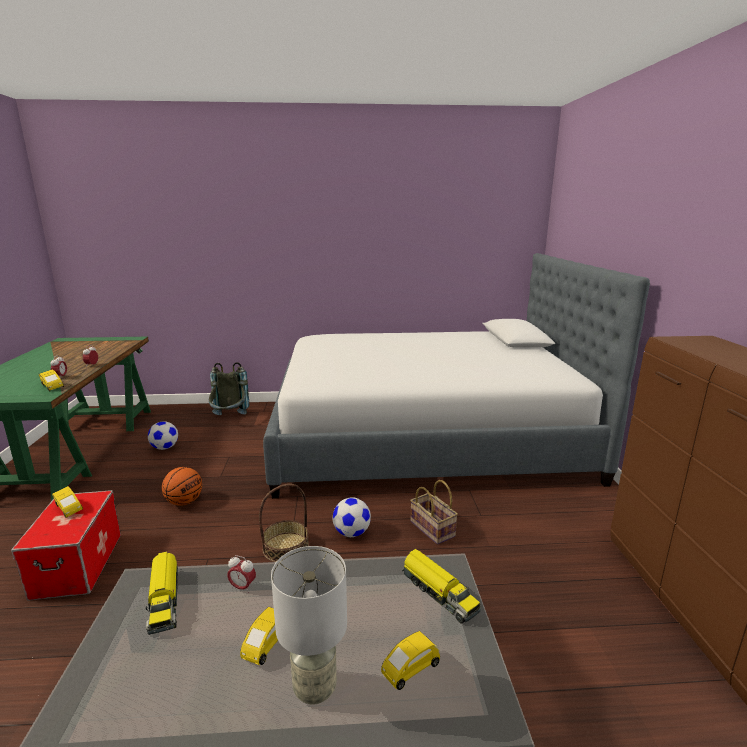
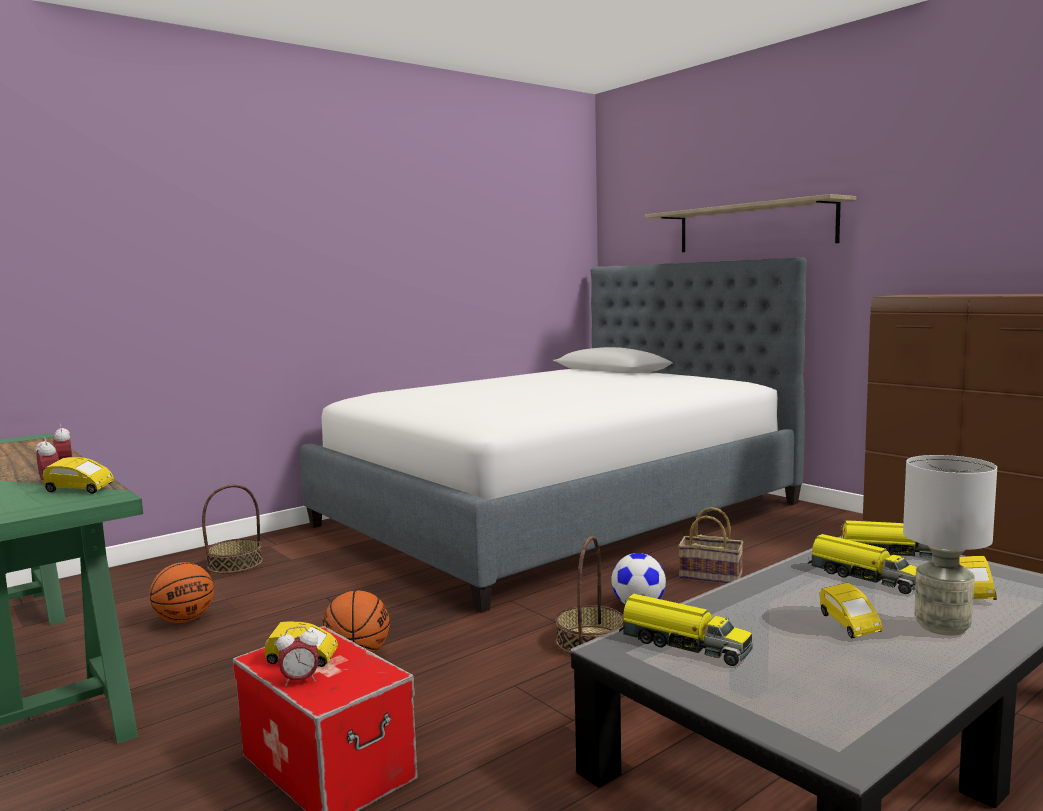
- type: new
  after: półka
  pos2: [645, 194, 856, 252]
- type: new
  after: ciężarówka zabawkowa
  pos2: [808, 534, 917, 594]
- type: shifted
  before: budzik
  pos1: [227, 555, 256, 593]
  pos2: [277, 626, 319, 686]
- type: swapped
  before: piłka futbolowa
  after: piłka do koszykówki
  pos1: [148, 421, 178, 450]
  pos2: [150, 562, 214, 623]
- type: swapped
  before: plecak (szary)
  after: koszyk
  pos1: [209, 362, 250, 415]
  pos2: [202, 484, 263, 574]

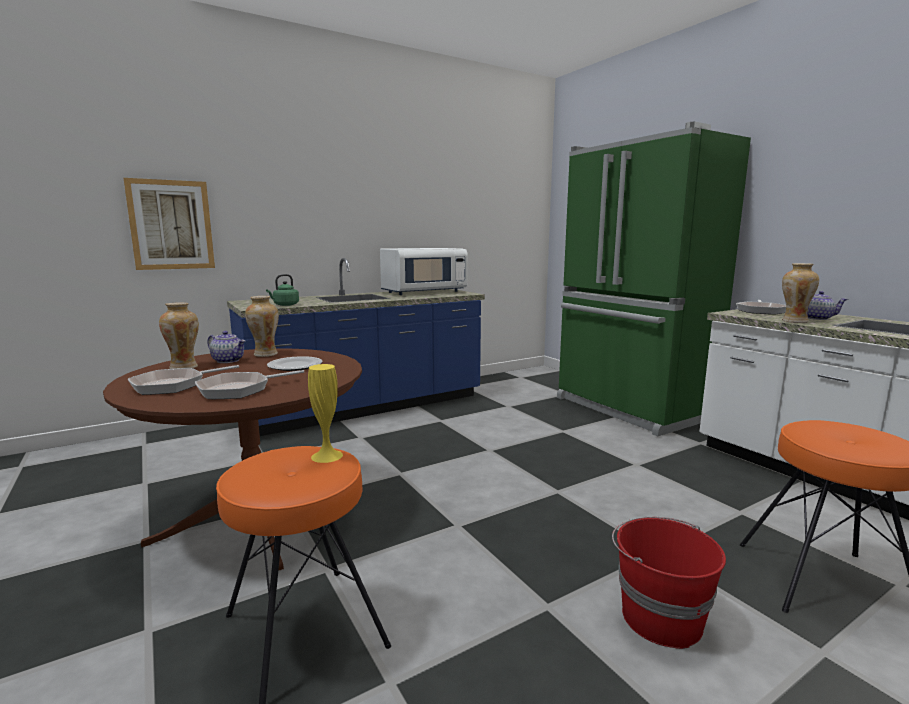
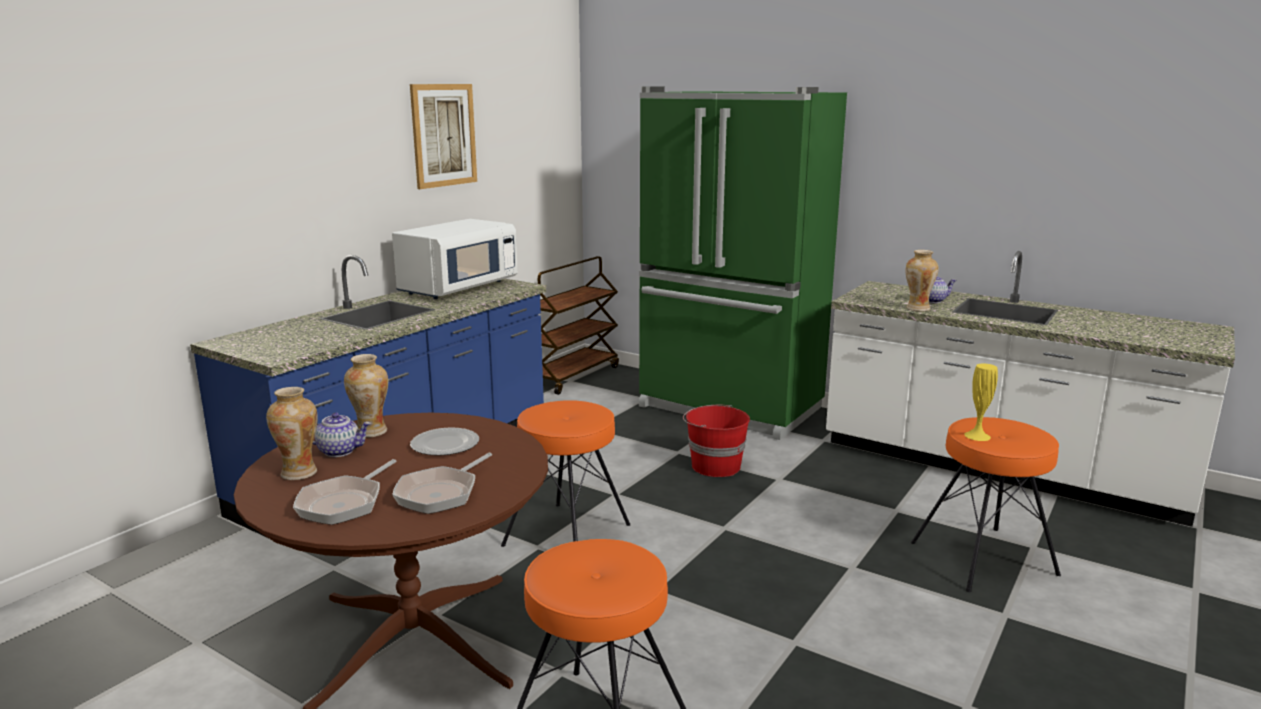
- type: gone
  before: czajnik (zielony)
  pos1: [266, 274, 299, 306]
- type: gone
  before: patelnia
  pos1: [736, 300, 786, 315]
- type: new
  after: stołek (pomarańczowy)
  pos2: [501, 400, 630, 547]
- type: new
  after: wózek (brązowy)
  pos2: [538, 256, 619, 395]
- type: shifted
  before: obraz
  pos1: [123, 178, 215, 270]
  pos2: [410, 84, 477, 189]
- type: shifted
  before: wazon (żółty)
  pos1: [308, 364, 343, 463]
  pos2: [964, 363, 998, 441]
- type: shifted
  before: wiadro (czerwony)
  pos1: [612, 517, 726, 649]
  pos2: [683, 405, 750, 477]

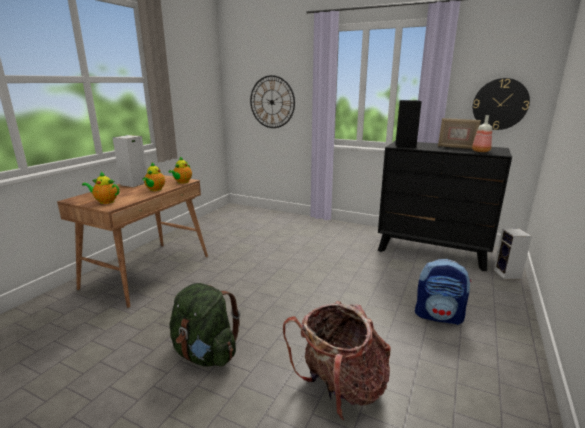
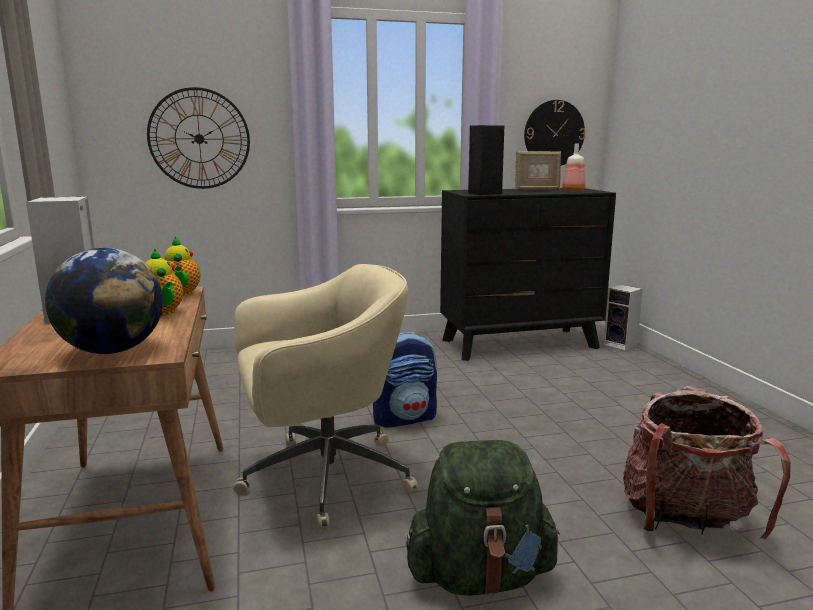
- type: new
  after: krzesło biurowe (beżowy)
  pos2: [233, 264, 418, 531]
- type: shifted
  before: plecak
  pos1: [415, 259, 471, 325]
  pos2: [373, 332, 437, 428]
- type: swapped
  before: imbryk
  after: globus
  pos1: [82, 172, 119, 204]
  pos2: [45, 248, 163, 354]

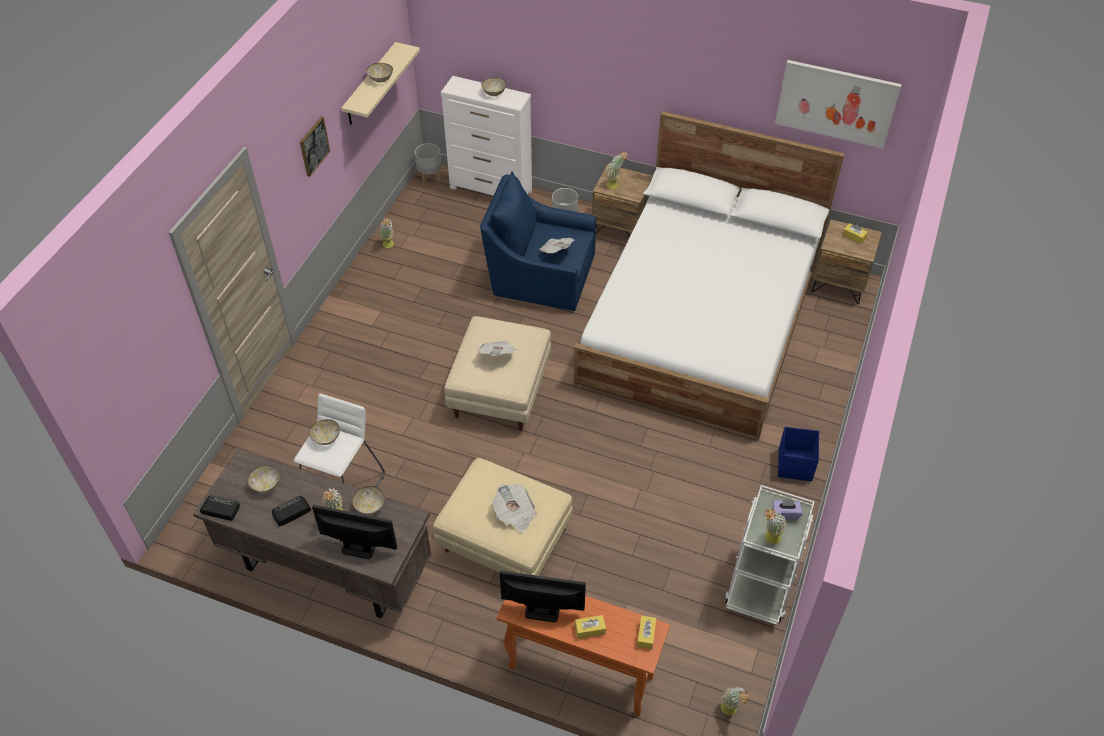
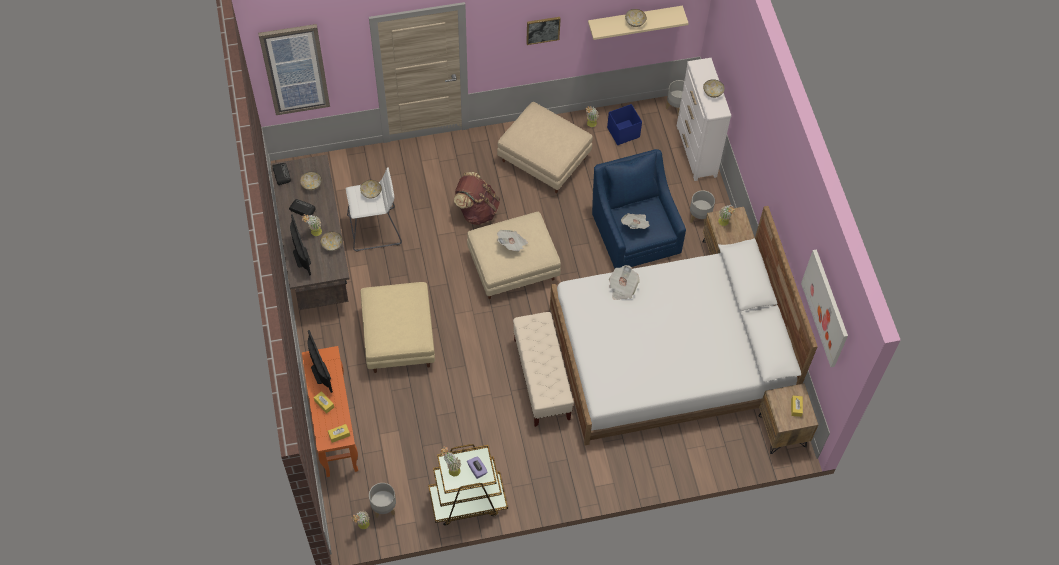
- type: new
  after: obraz
  pos2: [258, 24, 330, 115]
- type: new
  after: donica (szary)
  pos2: [369, 483, 396, 518]
- type: new
  after: plecak (brązowy)
  pos2: [454, 172, 500, 225]
- type: new
  after: pufa (beżowy)
  pos2: [497, 102, 593, 193]
- type: new
  after: ławka (beżowy)
  pos2: [513, 312, 574, 427]
- type: shifted
  before: gazeta
  pos1: [492, 484, 537, 532]
  pos2: [609, 265, 640, 300]
- type: shifted
  before: pojemnik do przechowywania (niebieski)
  pos1: [778, 427, 819, 481]
  pos2: [607, 104, 642, 145]
- type: repainted
  before: wózek (biały)
  after: wózek (brązowy)
  pos1: [725, 485, 815, 625]
  pos2: [428, 444, 508, 526]

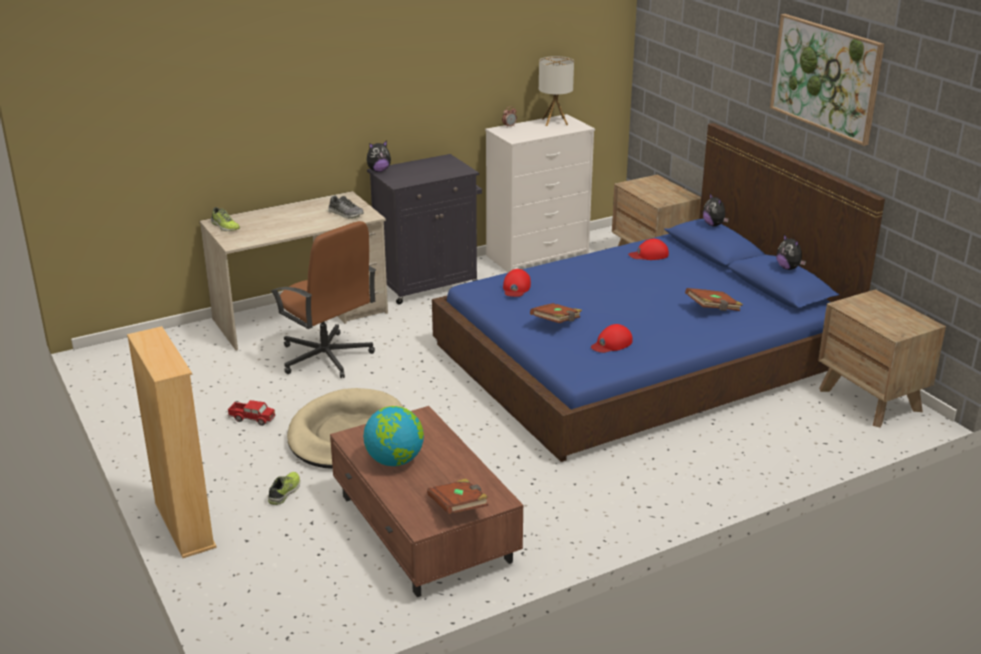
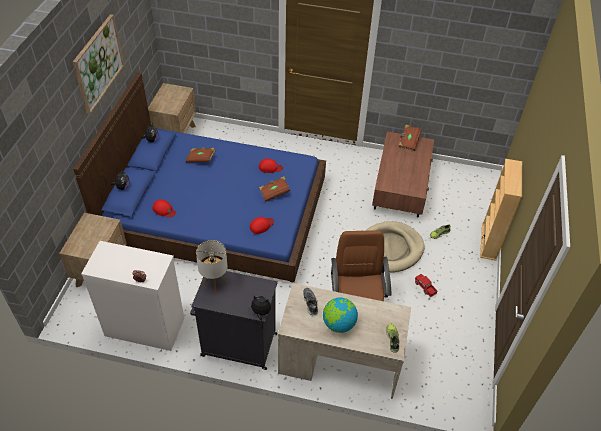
- type: shifted
  before: globus
  pos1: [363, 406, 424, 466]
  pos2: [323, 298, 358, 333]
- type: shifted
  before: lampa stołowa
  pos1: [539, 56, 574, 126]
  pos2: [196, 240, 228, 294]

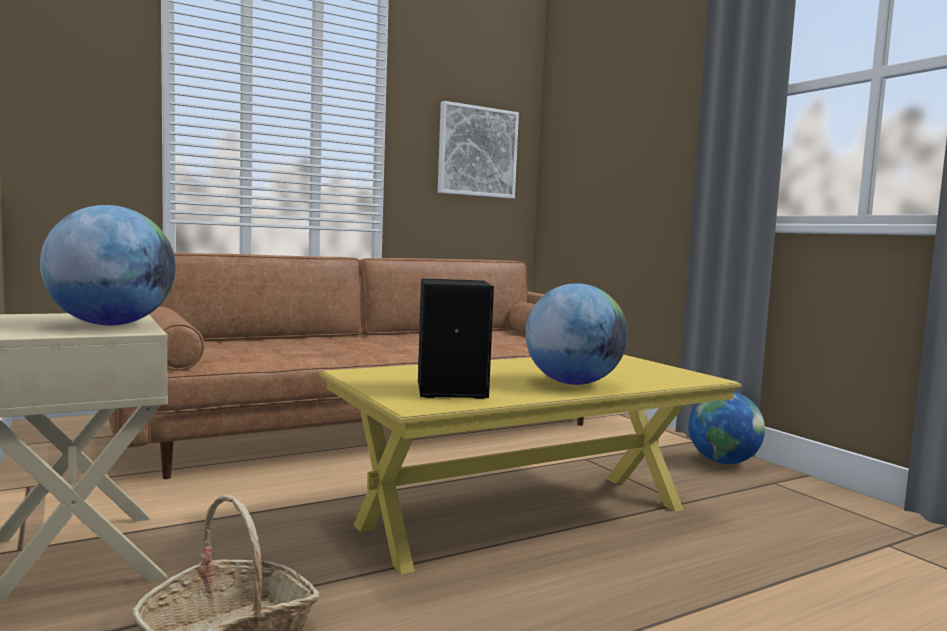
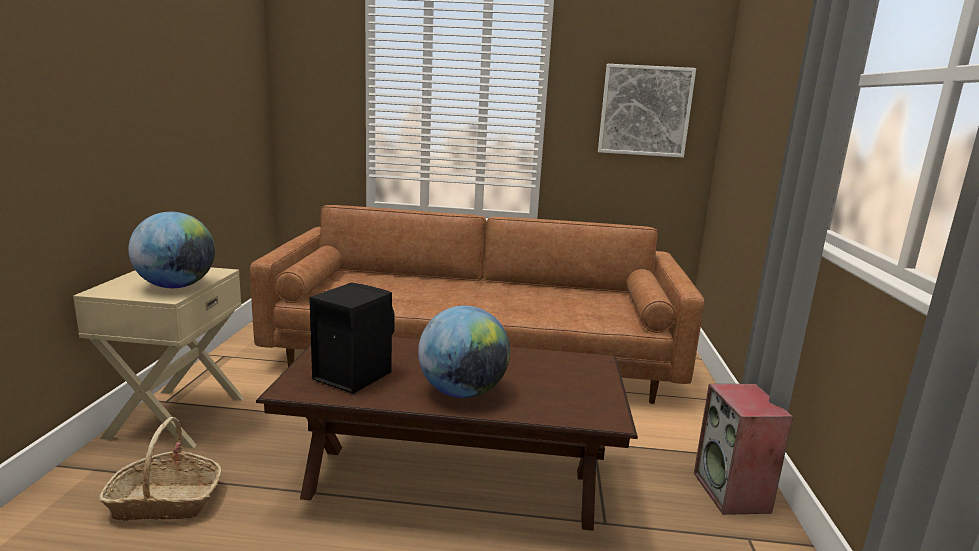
- type: swapped
  before: globus
  after: głośnik
  pos1: [688, 392, 765, 464]
  pos2: [694, 384, 793, 515]
- type: repainted
  before: ława (żółty)
  after: ława (brązowy)
  pos1: [319, 355, 742, 575]
  pos2: [256, 337, 638, 531]

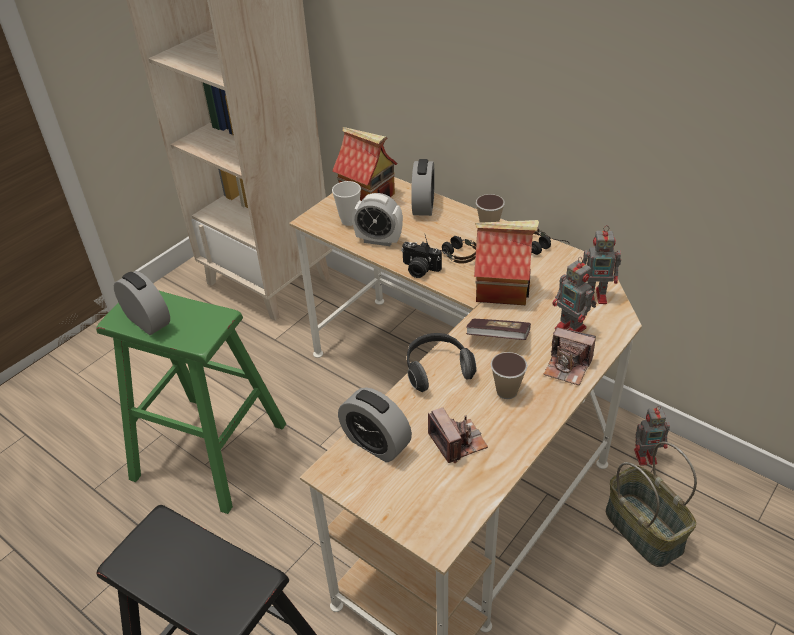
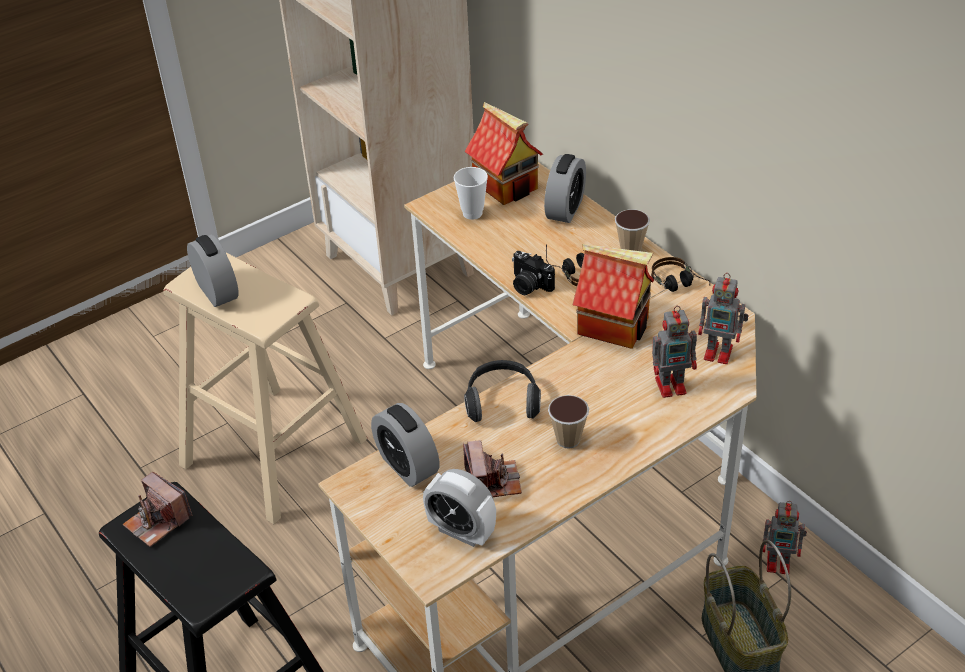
- type: gone
  before: książka
  pos1: [466, 319, 531, 340]
- type: shifted
  before: budzik
  pos1: [352, 193, 403, 246]
  pos2: [423, 469, 496, 547]
- type: shifted
  before: aparat fotograficzny
  pos1: [544, 327, 596, 385]
  pos2: [123, 472, 192, 547]
- type: repainted
  before: stołek (zielony)
  after: stołek (beżowy)
  pos1: [96, 290, 286, 514]
  pos2: [163, 253, 368, 524]
- type: rotated
  before: robot zabawkowy
  pos1: [552, 257, 596, 332]
  pos2: [652, 306, 697, 398]
  turn: -75

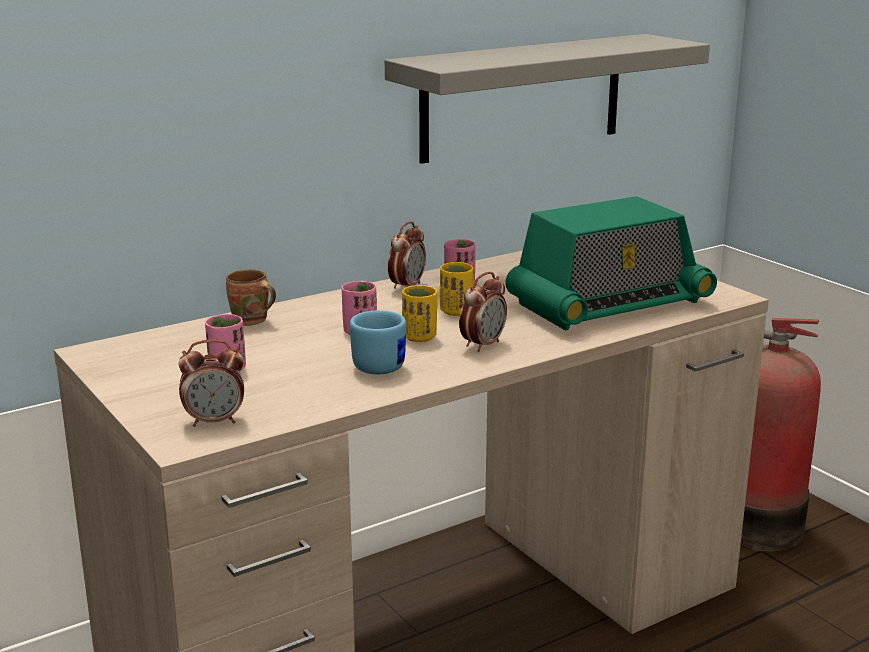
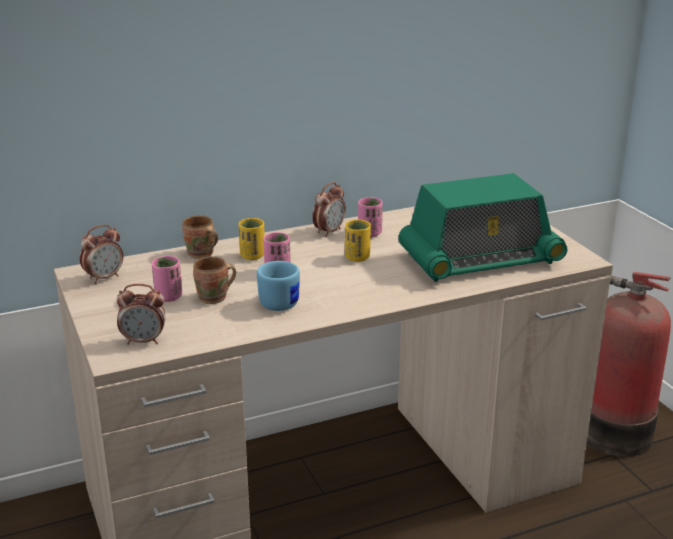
- type: gone
  before: półka (szary)
  pos1: [385, 34, 710, 164]
- type: new
  after: kubek (brązowy)
  pos2: [193, 256, 236, 304]
- type: shifted
  before: filiżanka (żółty)
  pos1: [402, 285, 437, 342]
  pos2: [239, 218, 265, 260]
- type: shifted
  before: budzik
  pos1: [459, 272, 507, 352]
  pos2: [80, 225, 123, 284]

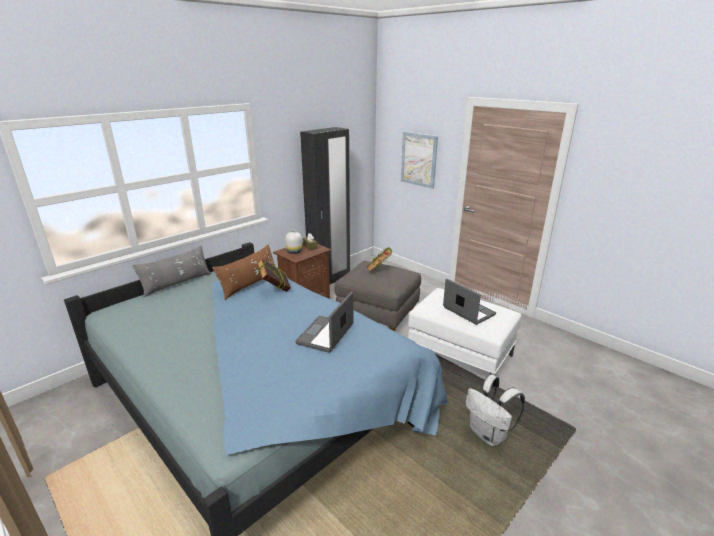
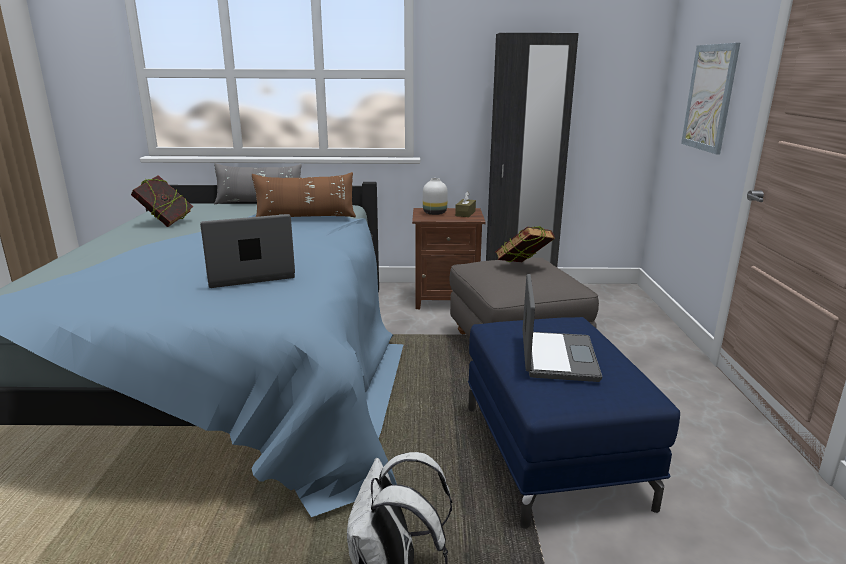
- type: shifted
  before: książka
  pos1: [257, 259, 291, 292]
  pos2: [131, 175, 193, 227]
- type: repainted
  before: pufa (biały)
  after: pufa (niebieski)
  pos1: [408, 288, 521, 388]
  pos2: [468, 317, 680, 529]

